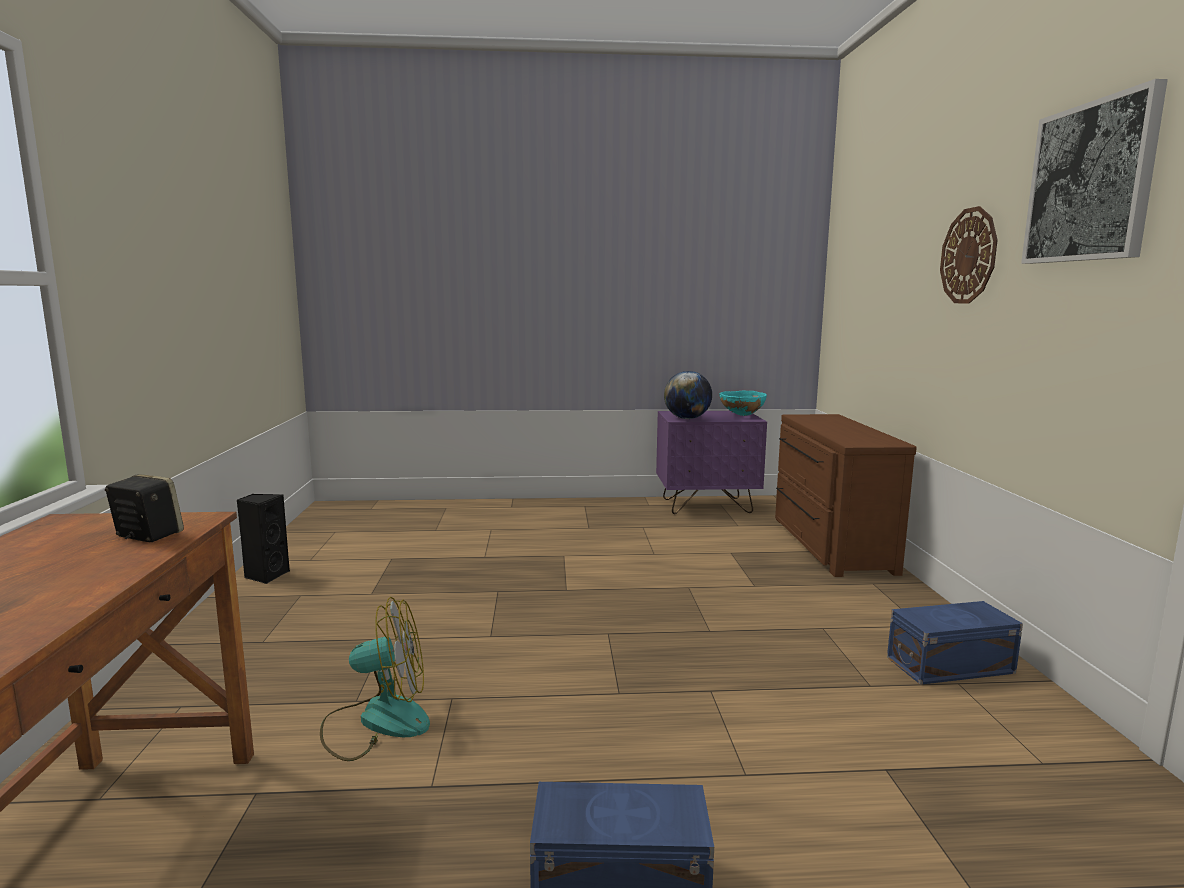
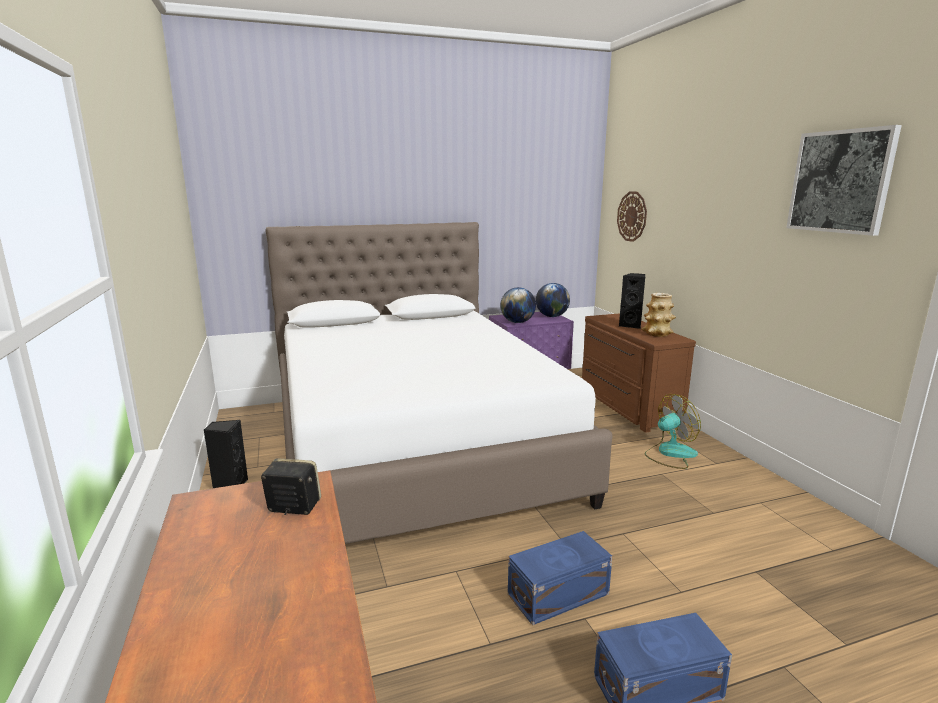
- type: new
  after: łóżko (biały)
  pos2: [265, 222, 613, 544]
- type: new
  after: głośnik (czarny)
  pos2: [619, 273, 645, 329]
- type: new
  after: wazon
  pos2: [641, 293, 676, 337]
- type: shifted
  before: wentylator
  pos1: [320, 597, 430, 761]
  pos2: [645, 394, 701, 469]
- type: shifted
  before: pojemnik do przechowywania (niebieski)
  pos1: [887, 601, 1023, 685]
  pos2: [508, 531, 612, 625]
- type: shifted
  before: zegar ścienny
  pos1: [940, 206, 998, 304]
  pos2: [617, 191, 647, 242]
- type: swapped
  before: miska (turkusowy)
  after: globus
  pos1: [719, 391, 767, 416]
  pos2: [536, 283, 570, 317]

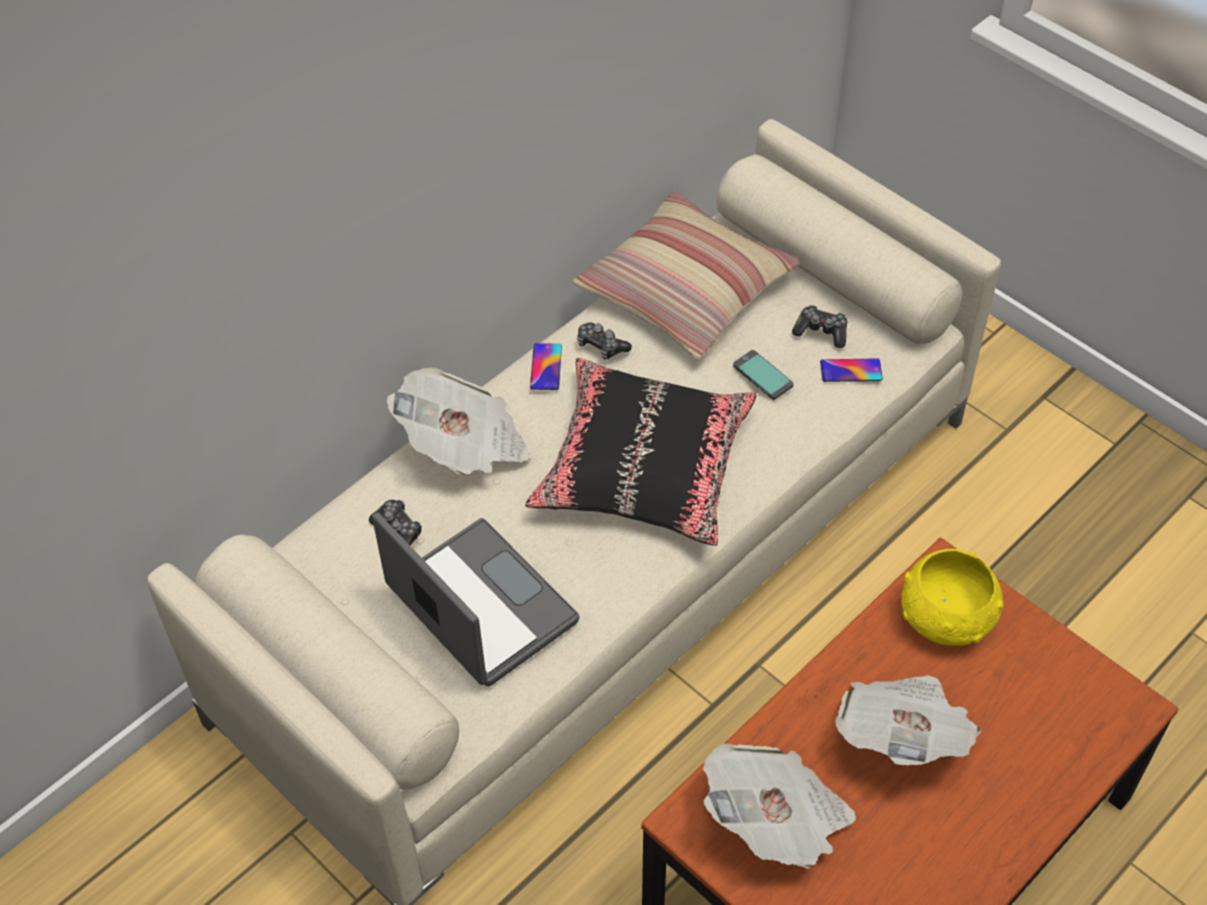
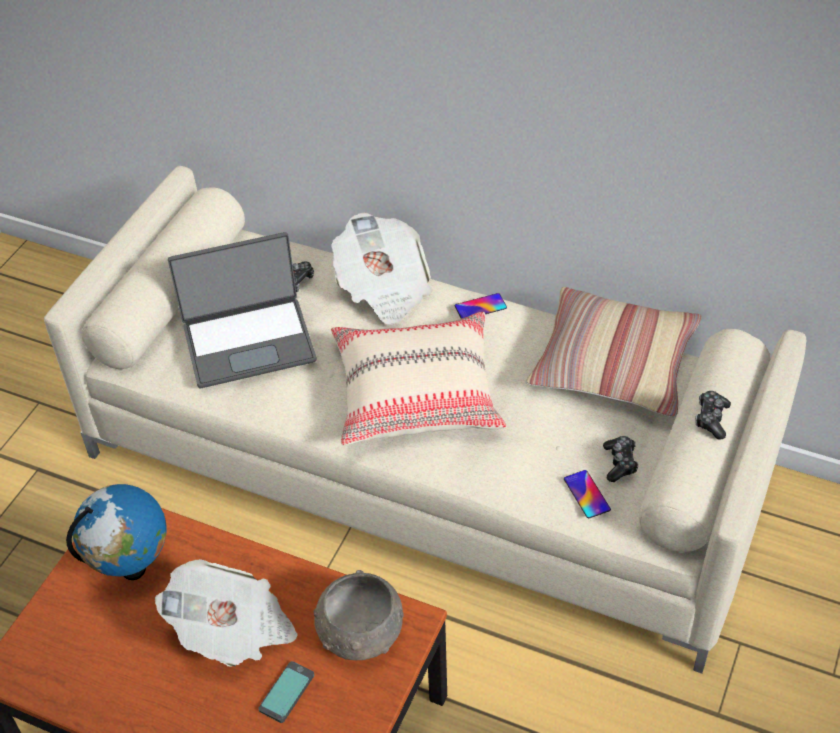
- type: shifted
  before: pad do gier
  pos1: [577, 322, 632, 360]
  pos2: [695, 391, 731, 439]
- type: shifted
  before: telefon
  pos1: [733, 350, 794, 400]
  pos2: [258, 661, 314, 723]
- type: swapped
  before: gazeta
  after: globus
  pos1: [703, 744, 856, 869]
  pos2: [66, 484, 167, 580]
- type: repainted
  before: poduszka (czarny)
  after: poduszka (beżowy)
  pos1: [525, 358, 757, 546]
  pos2: [331, 312, 507, 445]
- type: repainted
  before: miska (żółty)
  after: miska (szary)
  pos1: [901, 549, 1003, 646]
  pos2: [314, 570, 404, 660]
- type: rotated
  before: laptop
  pos1: [372, 512, 580, 687]
  pos2: [168, 232, 316, 388]
  turn: 45

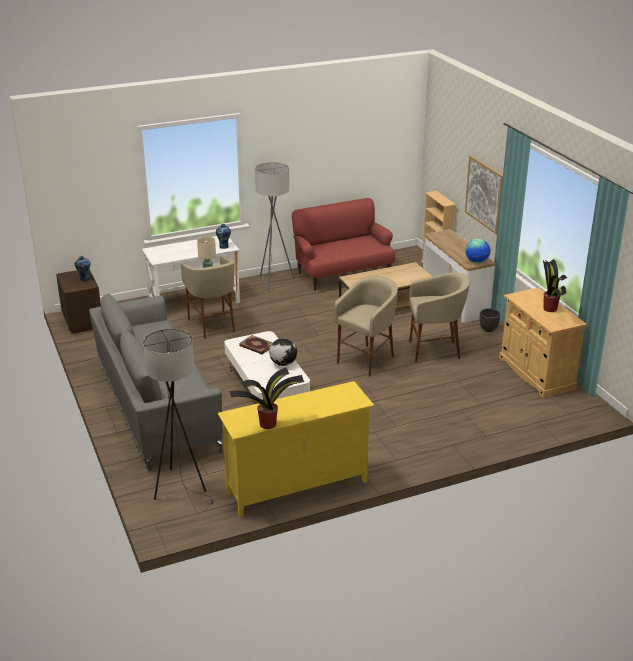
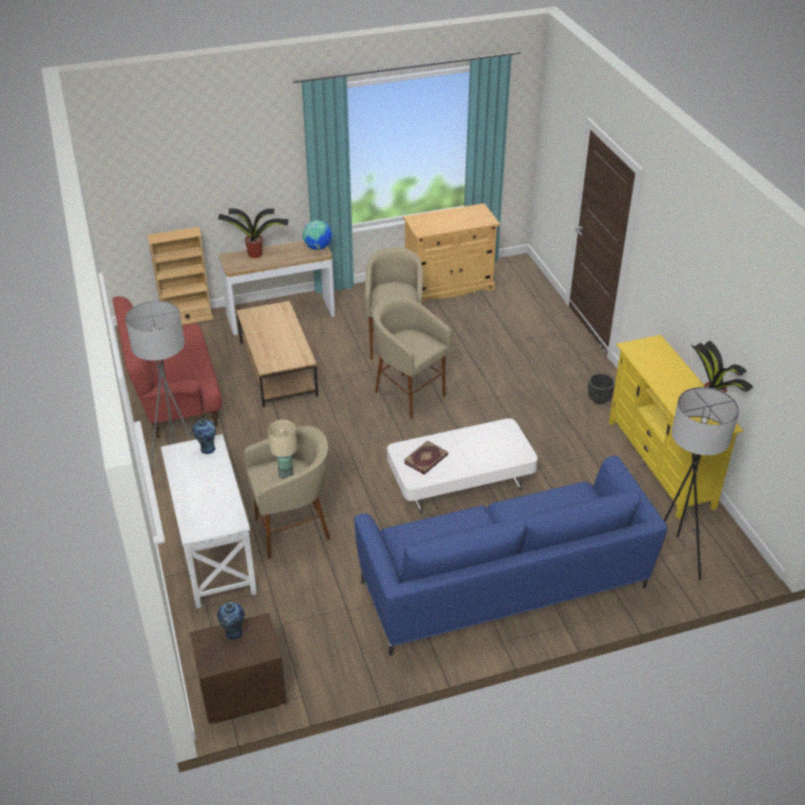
- type: gone
  before: globus
  pos1: [269, 338, 297, 366]
- type: gone
  before: obraz
  pos1: [465, 155, 503, 235]
- type: shifted
  before: donica (czarny)
  pos1: [479, 308, 501, 332]
  pos2: [588, 373, 615, 404]
- type: shifted
  before: roślina doniczkowa
  pos1: [543, 259, 567, 312]
  pos2: [218, 208, 289, 258]
- type: repainted
  before: kanapa (szary)
  after: kanapa (niebieski)
  pos1: [89, 294, 223, 471]
  pos2: [354, 456, 668, 656]

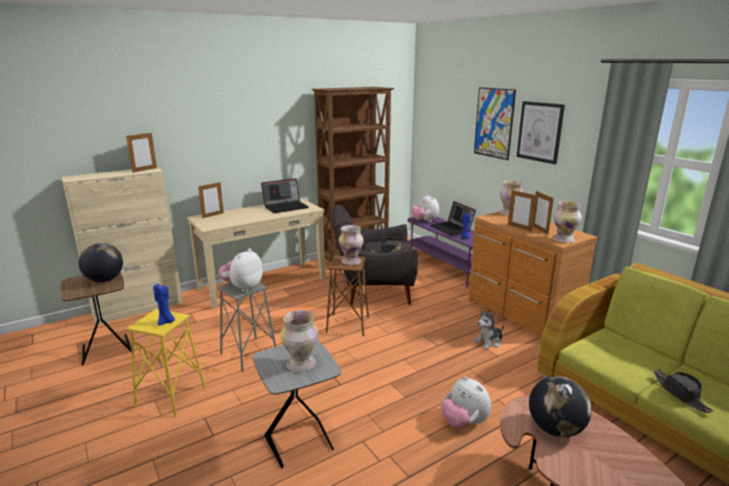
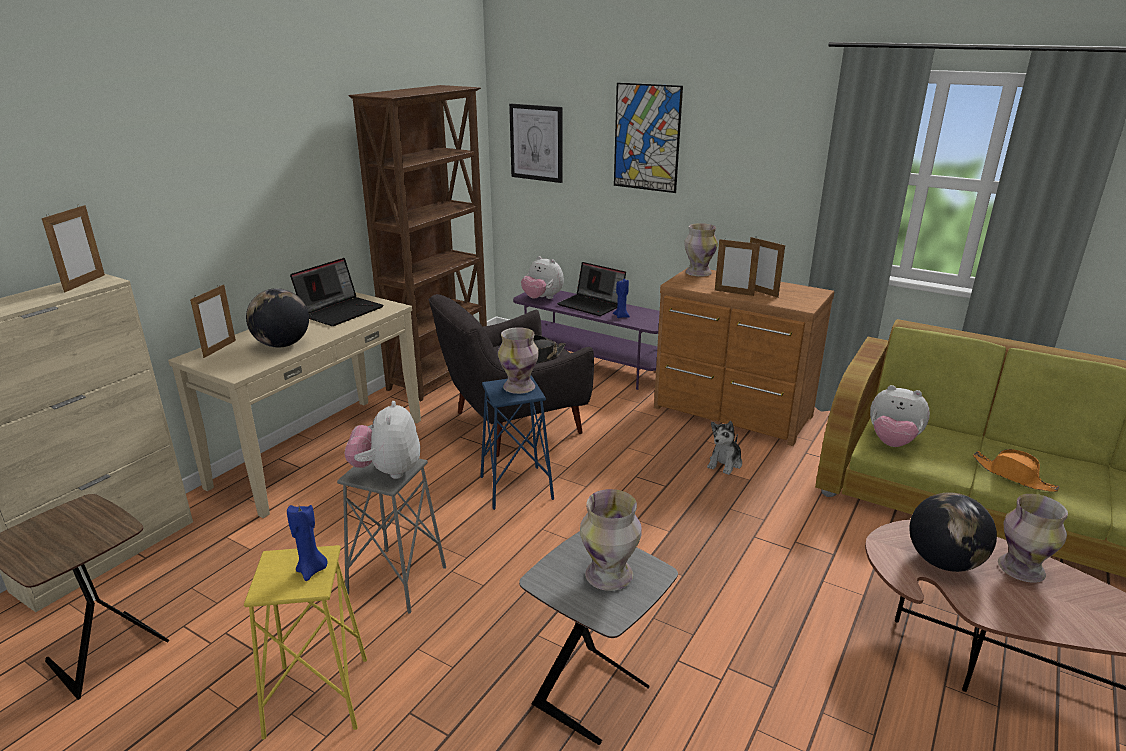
- type: shifted
  before: globus
  pos1: [79, 243, 123, 282]
  pos2: [246, 288, 309, 348]
- type: shifted
  before: pluszak
  pos1: [441, 376, 491, 427]
  pos2: [870, 385, 930, 447]
- type: shifted
  before: obraz
  pos1: [516, 101, 565, 164]
  pos2: [509, 104, 563, 183]
- type: shifted
  before: wazon
  pos1: [553, 201, 582, 243]
  pos2: [998, 494, 1068, 583]
- type: repainted
  before: stołek (brązowy)
  after: stołek (niebieski)
  pos1: [326, 256, 369, 336]
  pos2: [480, 376, 554, 510]
- type: repainted
  before: kapelusz (czarny)
  after: kapelusz (pomarańczowy)
  pos1: [653, 369, 713, 413]
  pos2: [973, 449, 1060, 492]

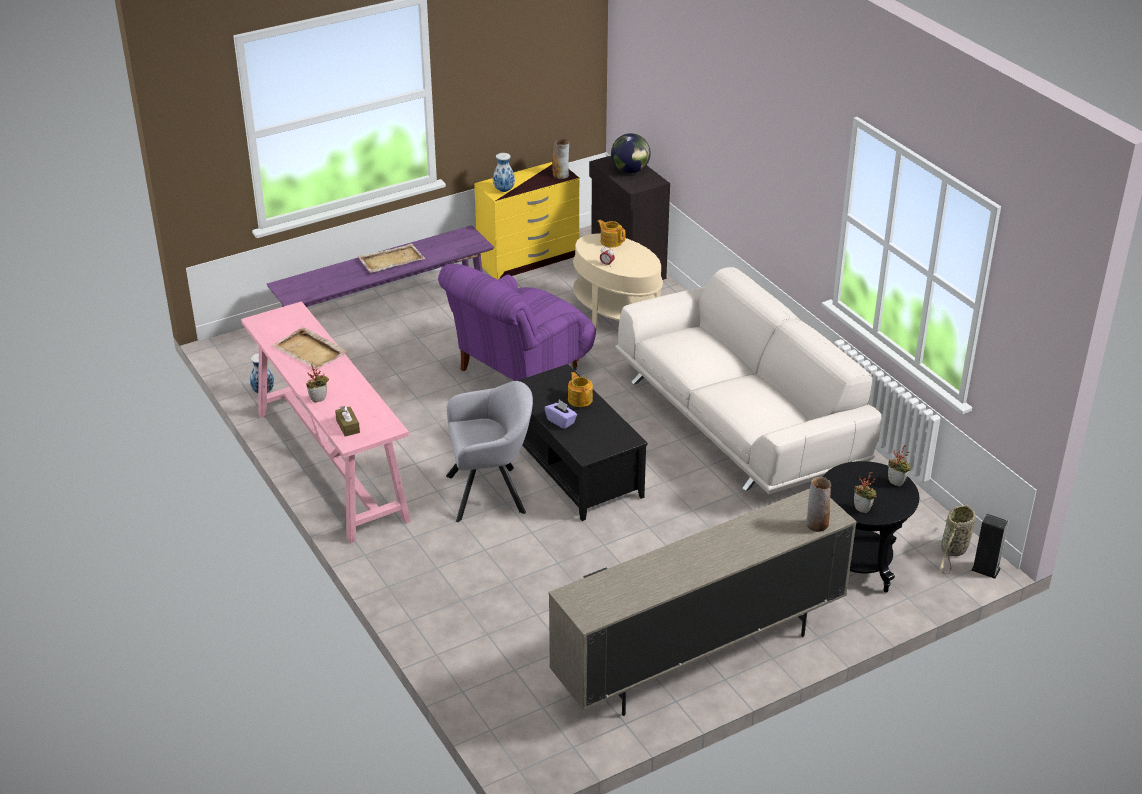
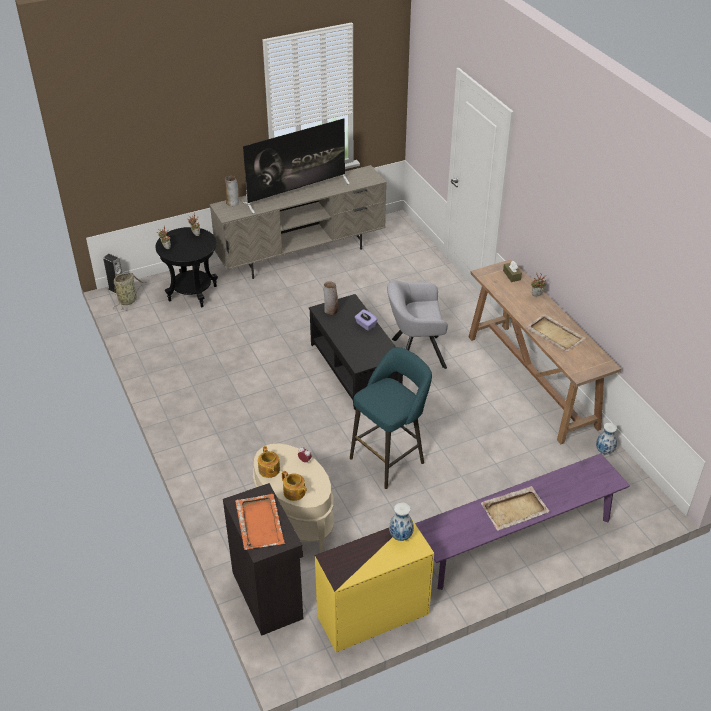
- type: gone
  before: kanapa (biały)
  pos1: [615, 267, 882, 494]
- type: new
  after: telewizor
  pos2: [243, 118, 350, 213]
- type: shifted
  before: wazon
  pos1: [552, 139, 569, 179]
  pos2: [324, 281, 338, 315]
- type: shifted
  before: imbryk
  pos1: [568, 372, 593, 407]
  pos2: [258, 446, 280, 478]
- type: swapped
  before: fotel (fioletowy)
  after: stołek (turkusowy)
  pos1: [438, 264, 596, 381]
  pos2: [350, 347, 432, 489]
- type: swapped
  before: globus
  after: taca (pomarańczowy)
  pos1: [611, 133, 651, 173]
  pos2: [235, 494, 285, 550]
- type: repainted
  before: stolik konsolowy (różowy)
  after: stolik konsolowy (brązowy)
  pos1: [241, 301, 411, 543]
  pos2: [468, 259, 621, 444]

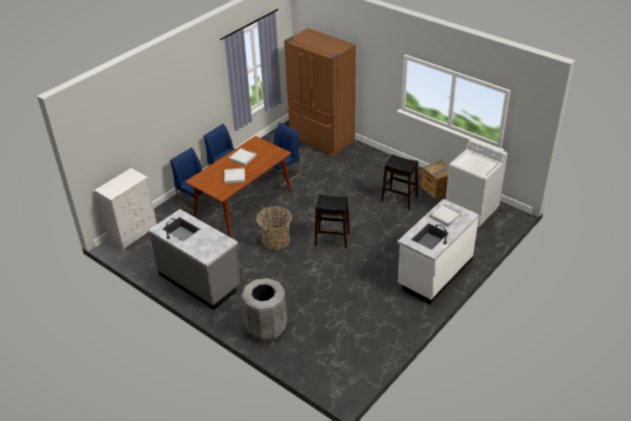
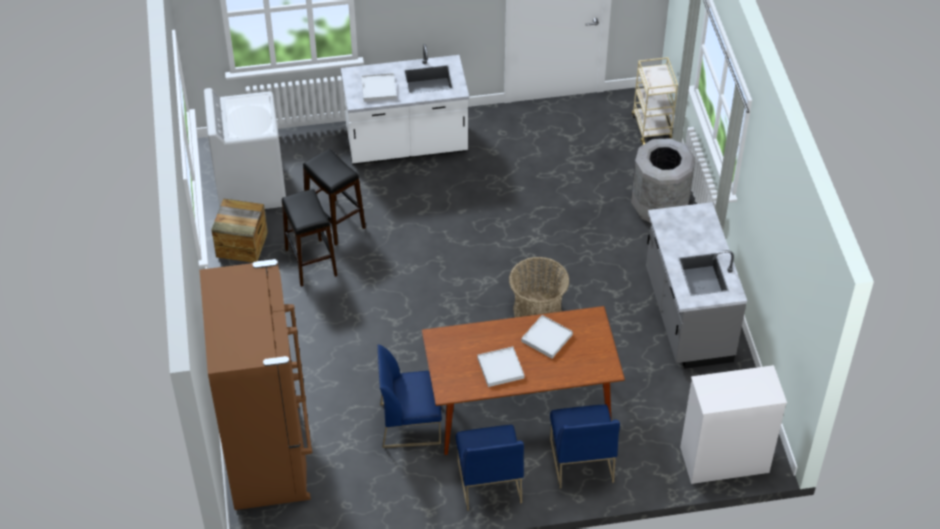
- type: new
  after: wózek (beżowy)
  pos2: [632, 57, 678, 145]
- type: shifted
  before: stołek (czarny)
  pos1: [315, 195, 350, 249]
  pos2: [303, 149, 366, 246]

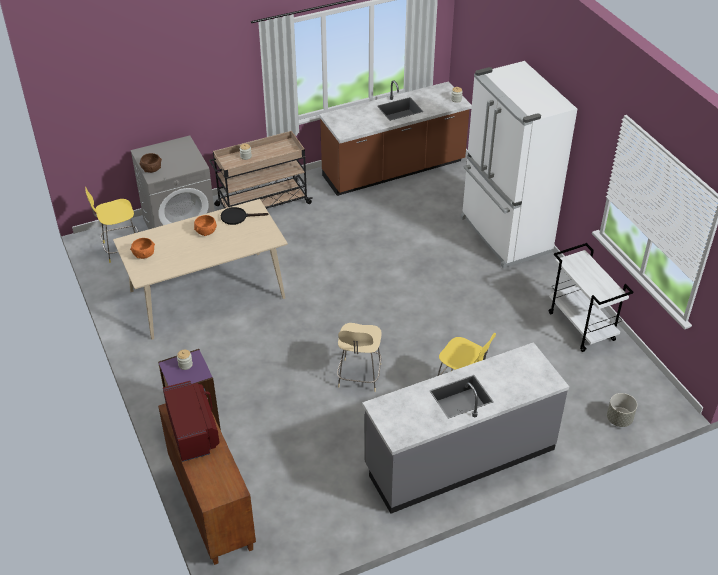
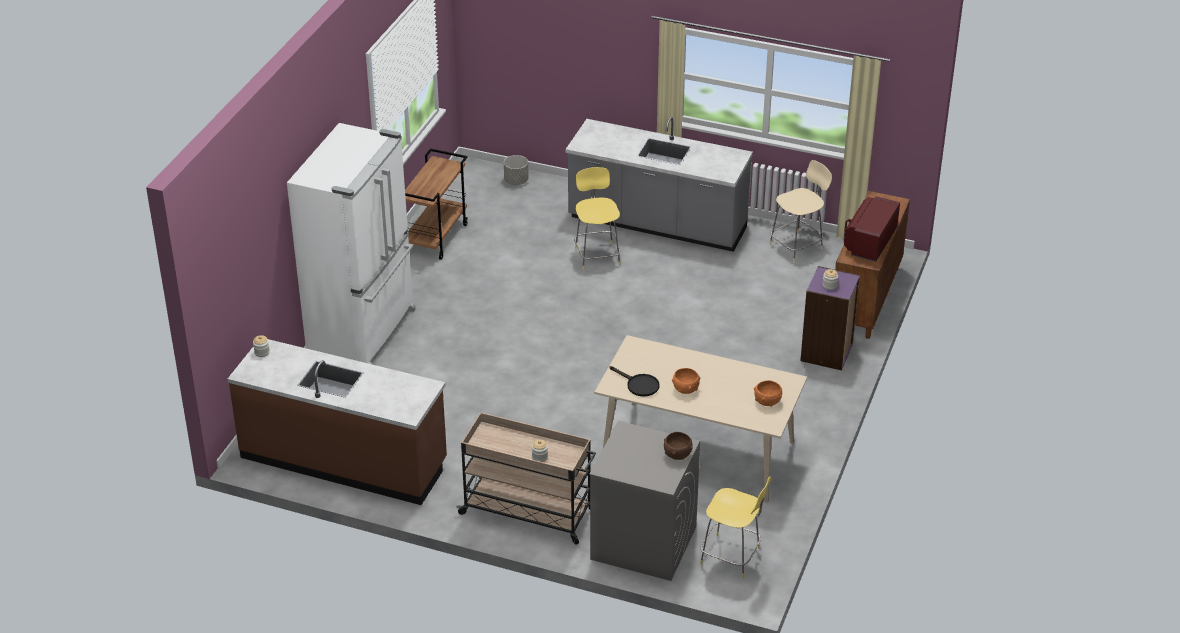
- type: shifted
  before: stołek (beżowy)
  pos1: [337, 323, 382, 392]
  pos2: [769, 160, 832, 263]
- type: repainted
  before: wózek (biały)
  after: wózek (brązowy)
  pos1: [549, 243, 633, 352]
  pos2: [405, 148, 468, 260]

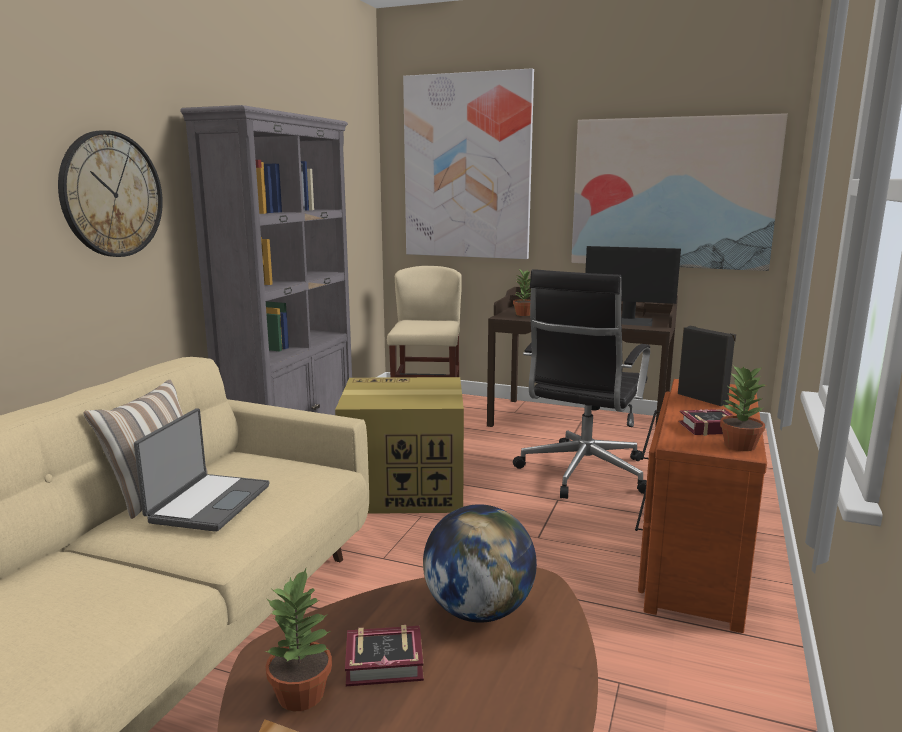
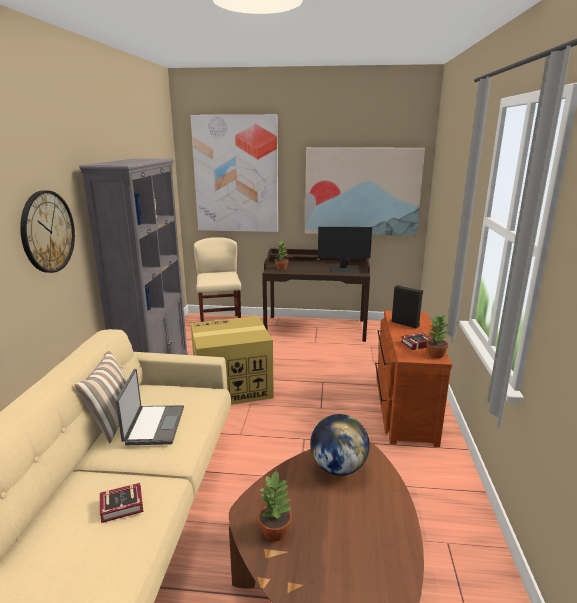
- type: gone
  before: krzesło biurowe (czarny)
  pos1: [513, 269, 650, 499]
- type: shifted
  before: książka
  pos1: [345, 625, 424, 686]
  pos2: [100, 483, 144, 523]

